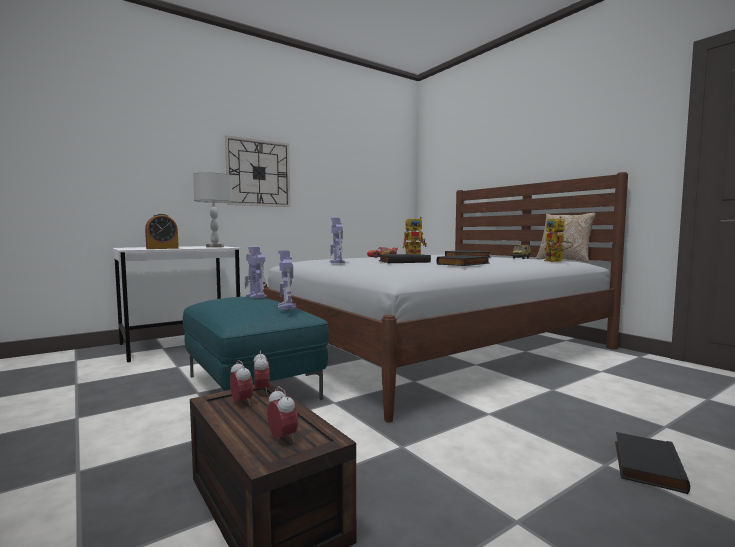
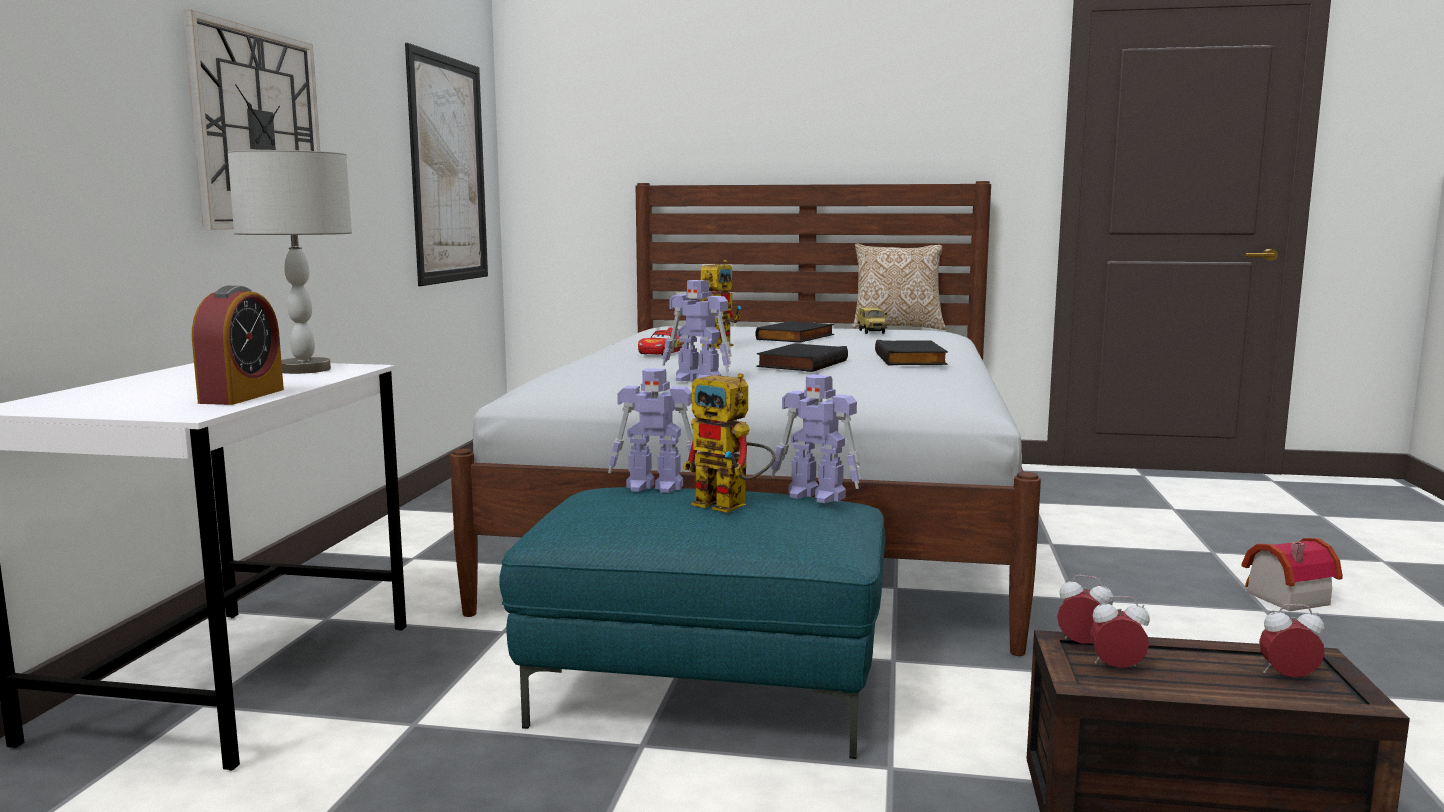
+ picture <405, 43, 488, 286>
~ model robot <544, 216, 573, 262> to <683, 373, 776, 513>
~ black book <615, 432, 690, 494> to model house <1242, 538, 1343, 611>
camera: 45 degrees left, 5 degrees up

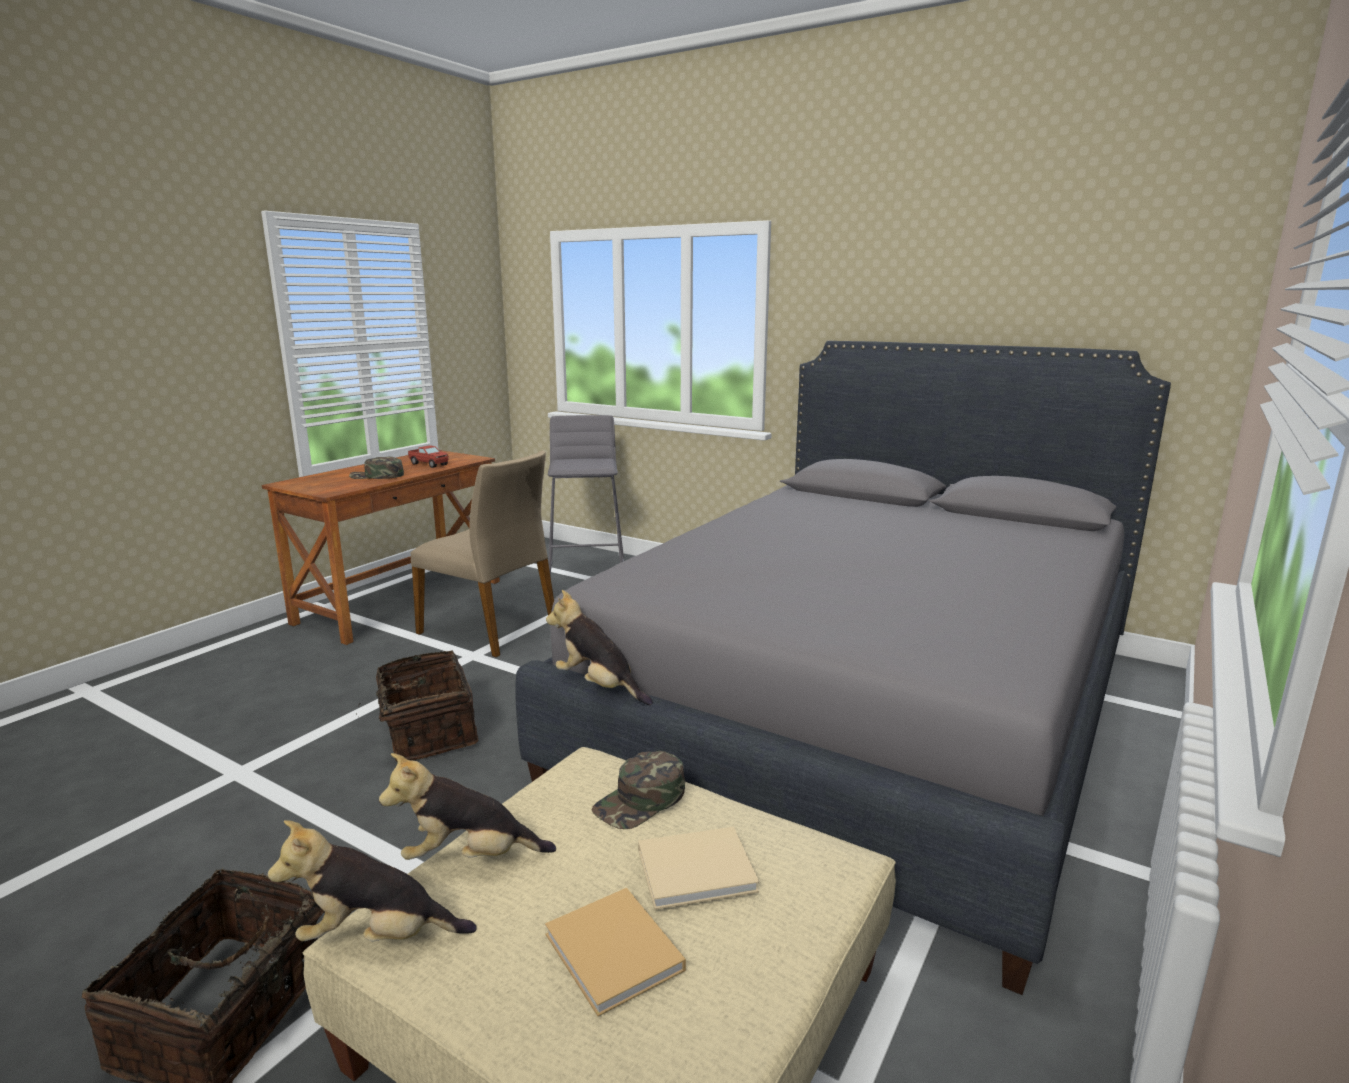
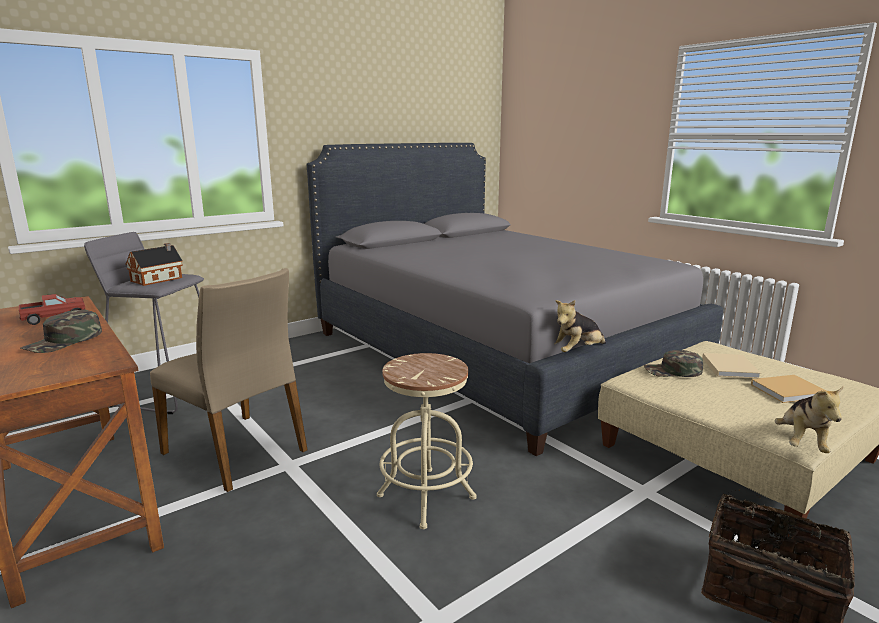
+ model house <126, 243, 183, 286>
~ sand-coloured chair <411, 450, 554, 657> = <150, 268, 307, 492> 75 degrees clockwise
~ household basket <356, 650, 478, 762> to sand-coloured stool seat <377, 353, 477, 529>
~ green cap <591, 751, 685, 829> = <644, 350, 703, 377> 120 degrees clockwise
- plush toy <379, 753, 556, 860>
camera: 70 degrees left, 0 degrees up

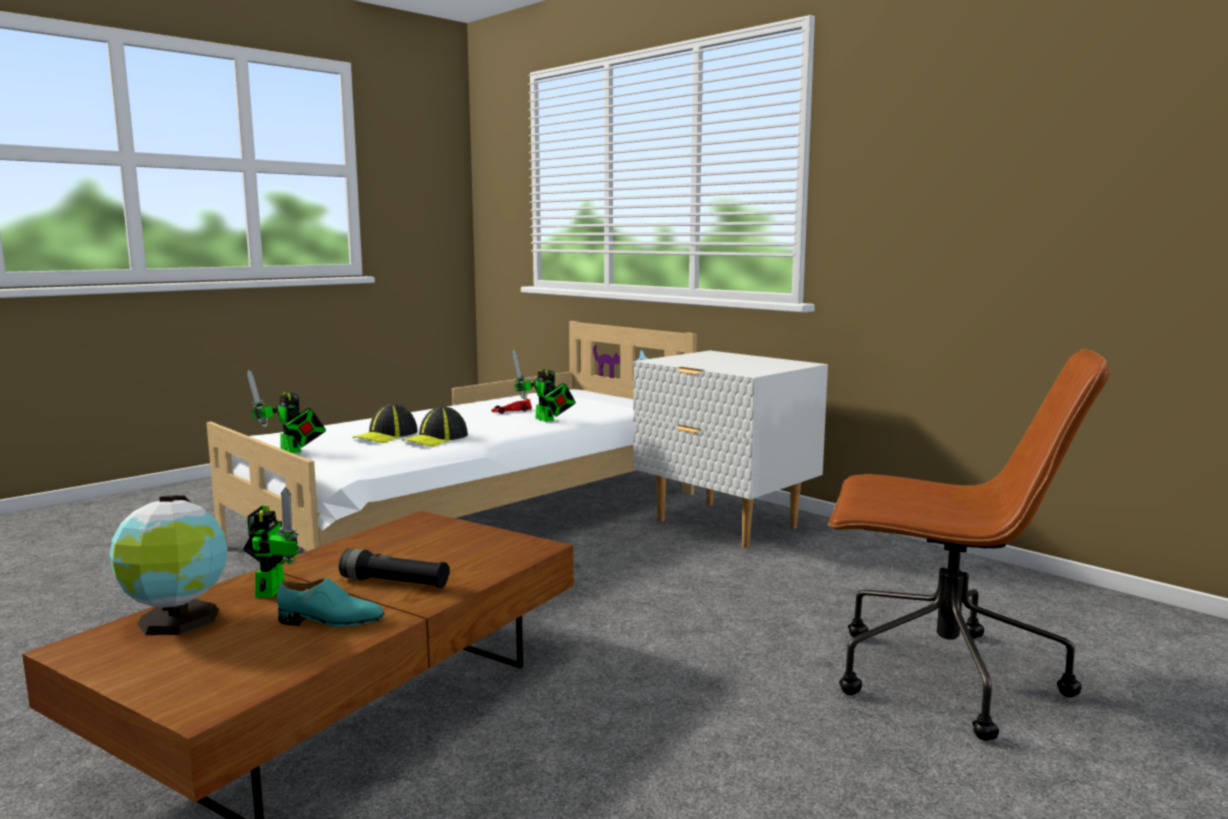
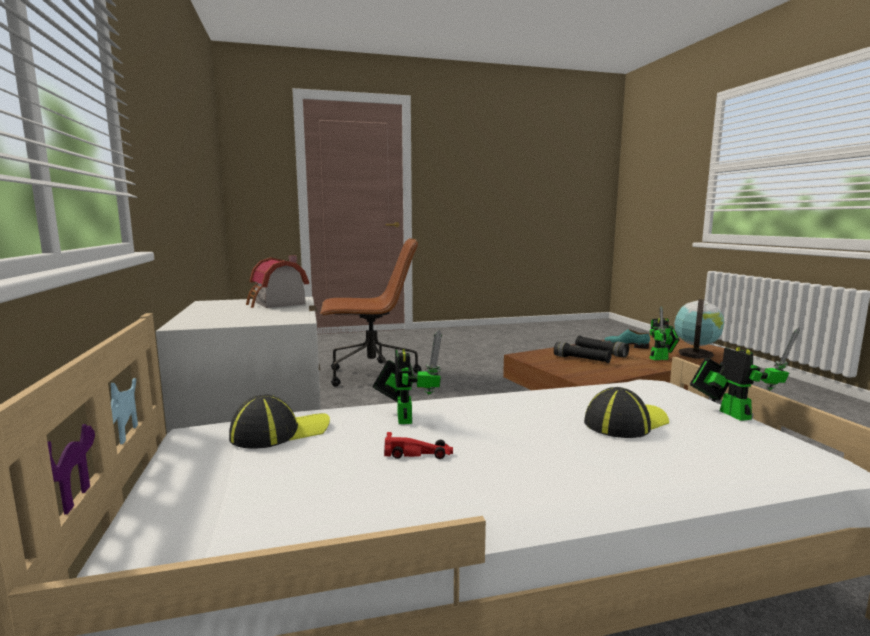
~ cap <402, 406, 468, 447> to <229, 394, 330, 449>
+ model house <246, 255, 309, 308>
~ brown-coloured computer chair <828, 349, 1110, 741> = <320, 238, 421, 387> 120 degrees clockwise
+ black torch <554, 342, 612, 363>
~ model robot <243, 487, 299, 598> = <650, 306, 680, 360> 135 degrees counterclockwise
camera: 150 degrees left, 0 degrees up

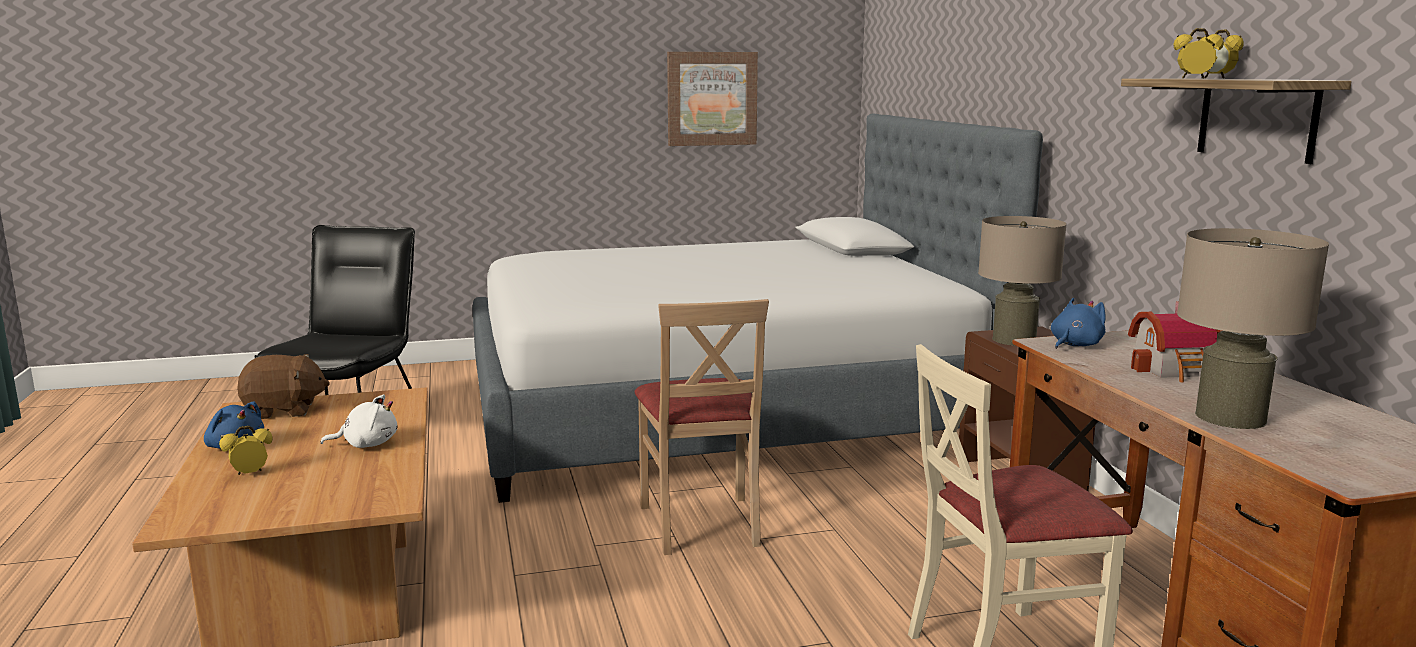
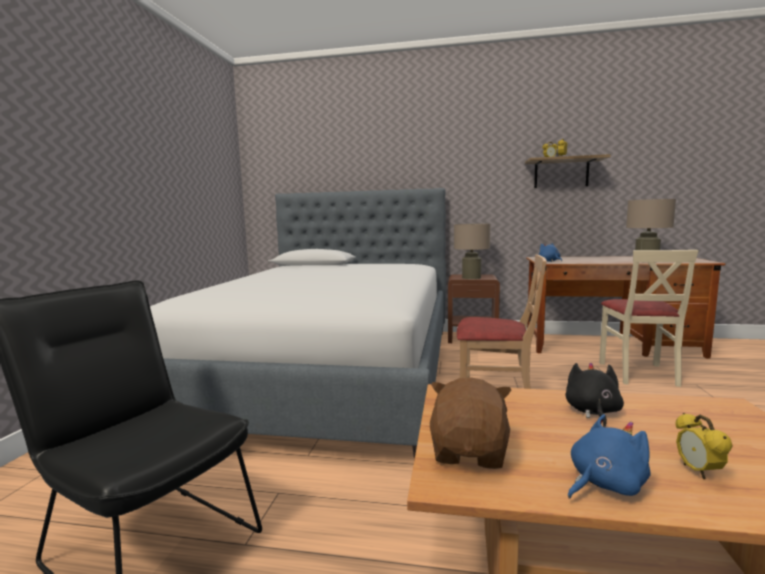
~ whitish plush toy <321, 395, 397, 448> to black plush toy <566, 362, 624, 427>
- picture <667, 52, 758, 146>
- model house <1128, 301, 1221, 382>
camera: 65 degrees left, 5 degrees down

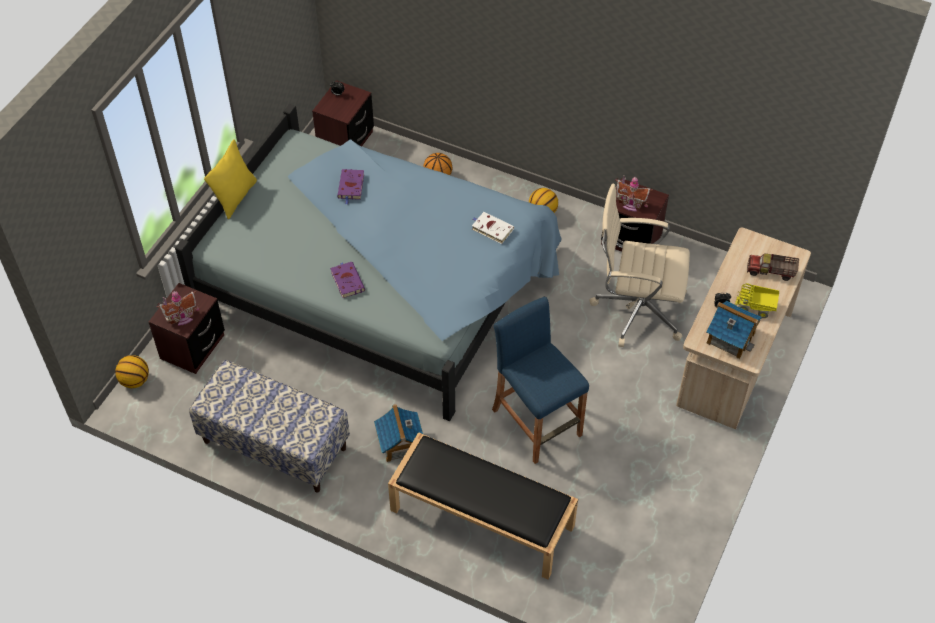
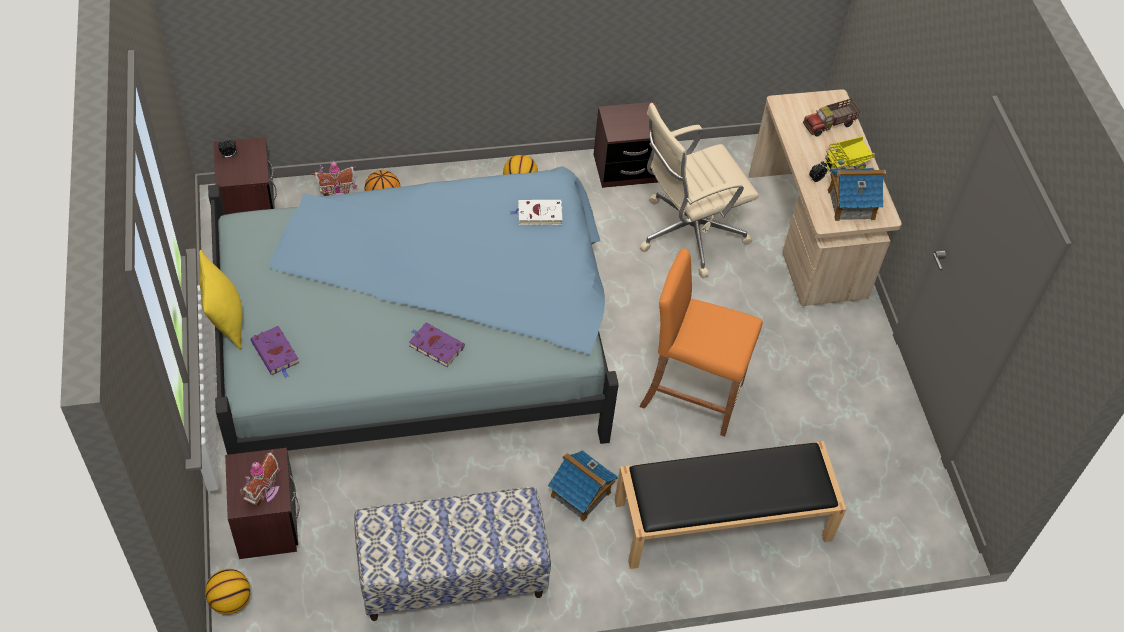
~ purplish book <337, 169, 364, 204> to <250, 326, 299, 378>
~ model house <615, 175, 653, 211> to <312, 161, 357, 196>
~ blue-coloured stool seat <492, 297, 589, 464> to orange-coloured stool seat <640, 248, 763, 437>
camera: 40 degrees left, 0 degrees up

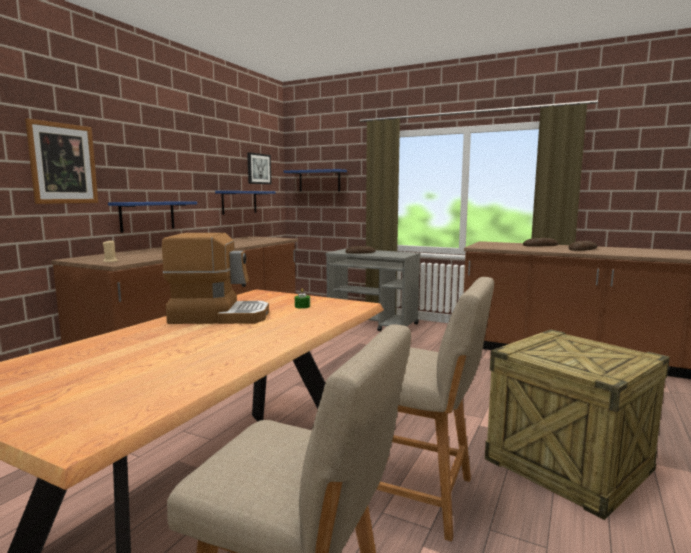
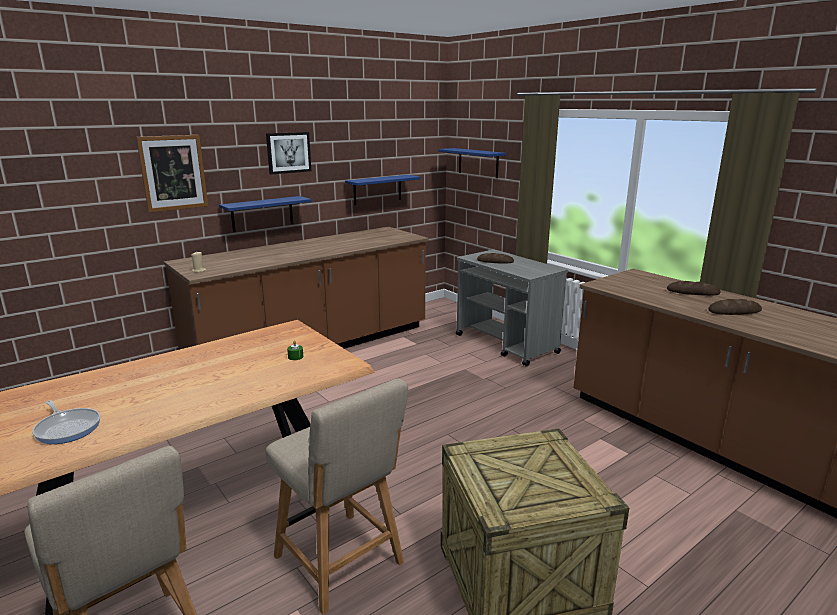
+ pan <32, 400, 100, 444>
~ picture <247, 152, 271, 184> to <266, 132, 311, 174>
- coffee brewer <162, 233, 269, 324>
camera: 25 degrees right, 10 degrees up

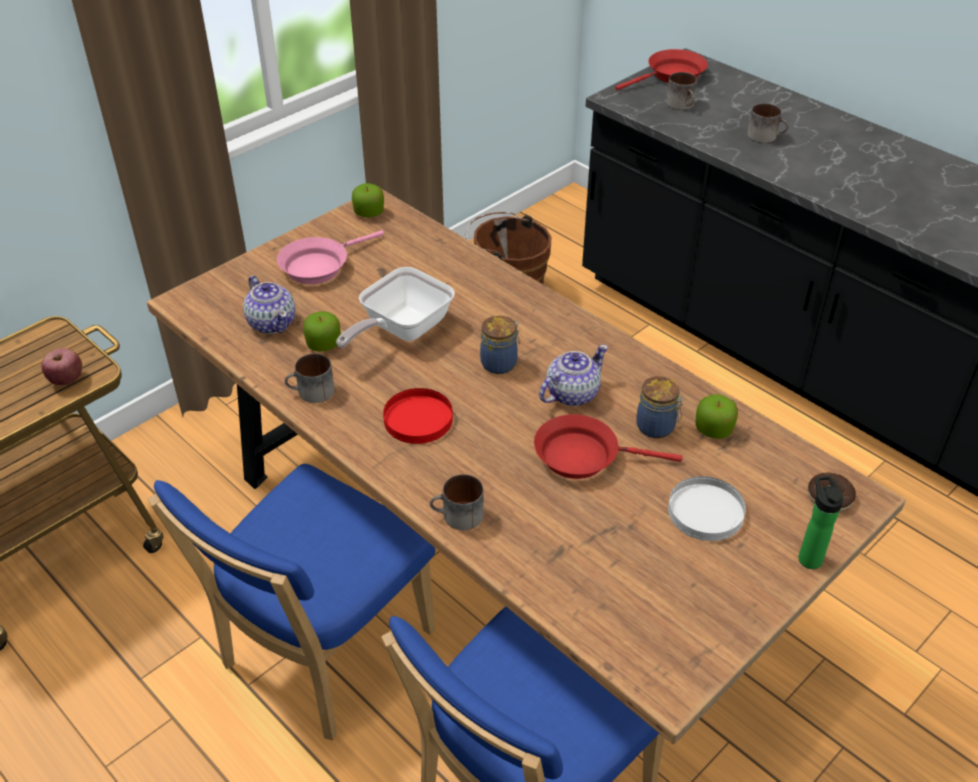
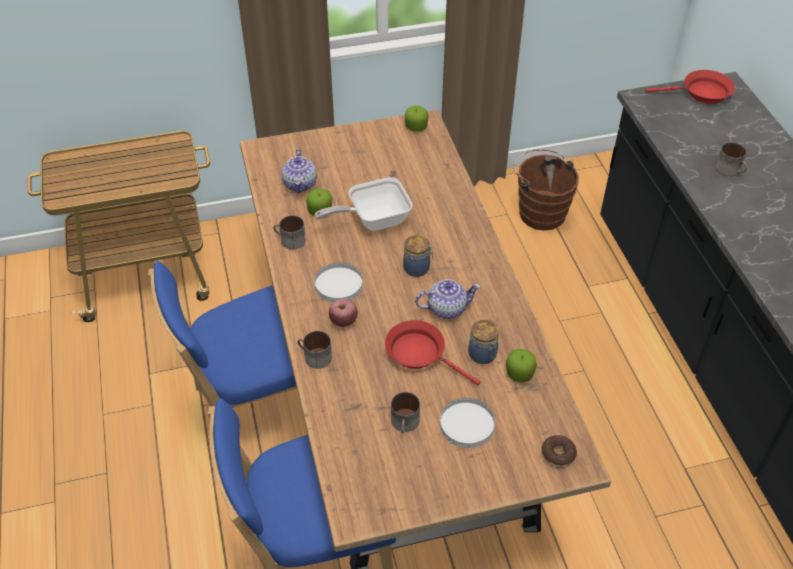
~ red-coloured dinner plate <383, 388, 453, 444> to whitish dinner plate <314, 263, 363, 303>
~ apple <41, 348, 82, 385> to <329, 299, 358, 327>
~ coffee mug <666, 72, 697, 110> to <391, 392, 420, 433>
- pink pan <277, 230, 384, 284>
- bottle <798, 476, 844, 569>
camera: 30 degrees right, 5 degrees up

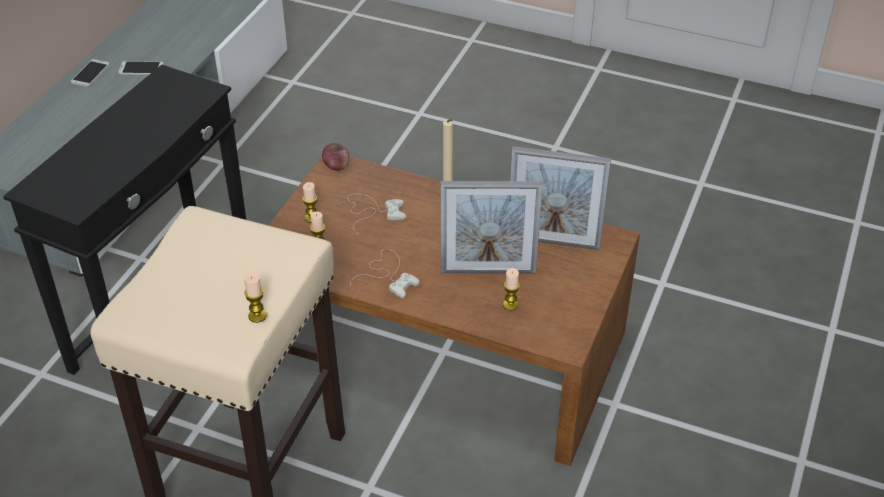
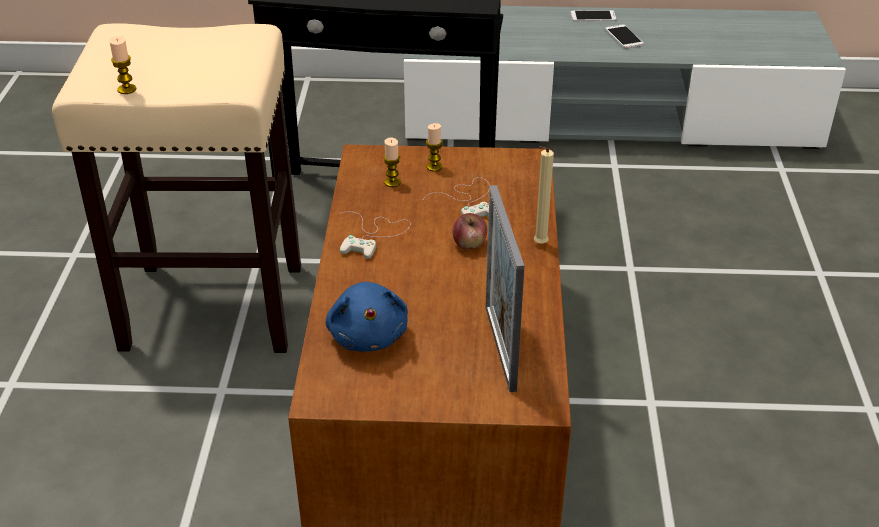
~ wax candle <503, 268, 520, 311> to blue-coloured plush toy <325, 282, 408, 352>
~ apple <322, 143, 349, 171> to <453, 213, 487, 250>
- photo frame <440, 181, 543, 274>
camera: 70 degrees right, 5 degrees down

